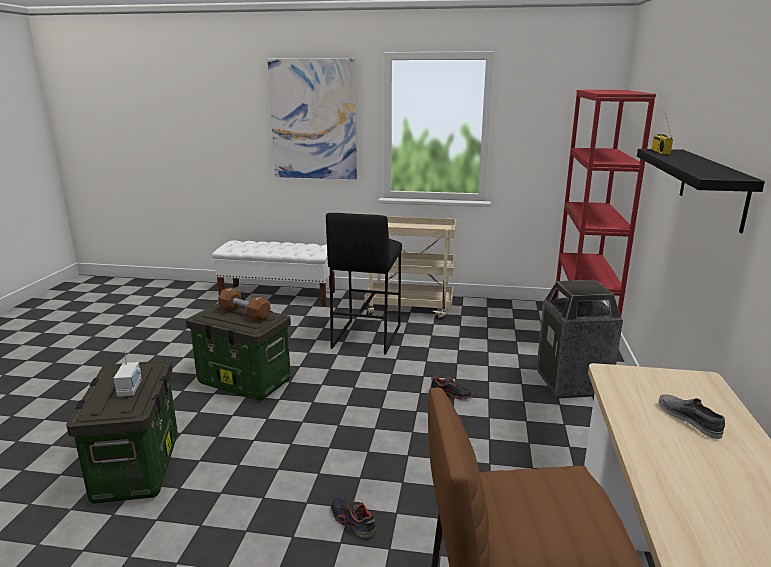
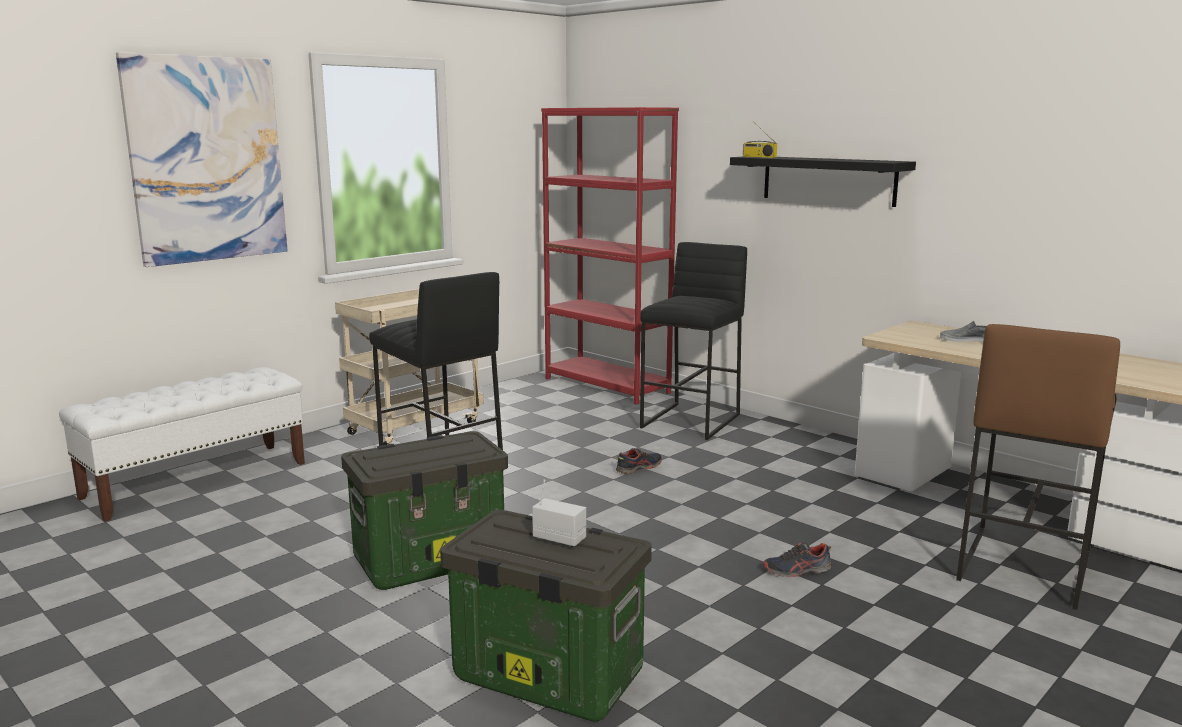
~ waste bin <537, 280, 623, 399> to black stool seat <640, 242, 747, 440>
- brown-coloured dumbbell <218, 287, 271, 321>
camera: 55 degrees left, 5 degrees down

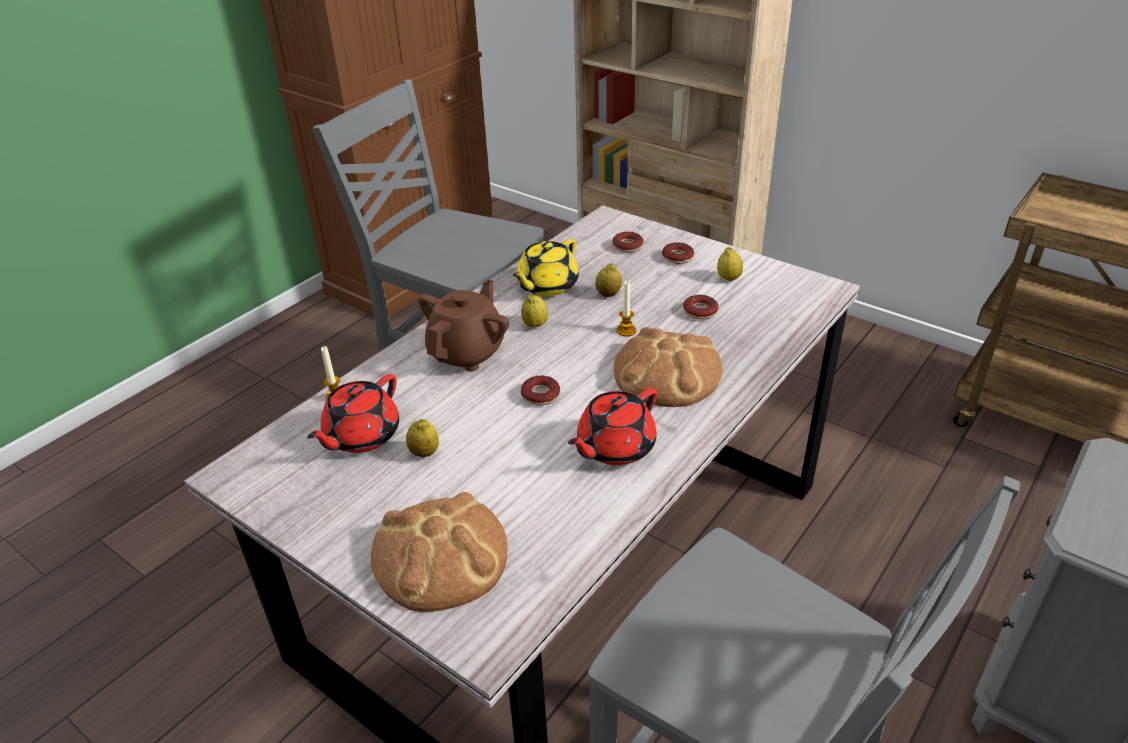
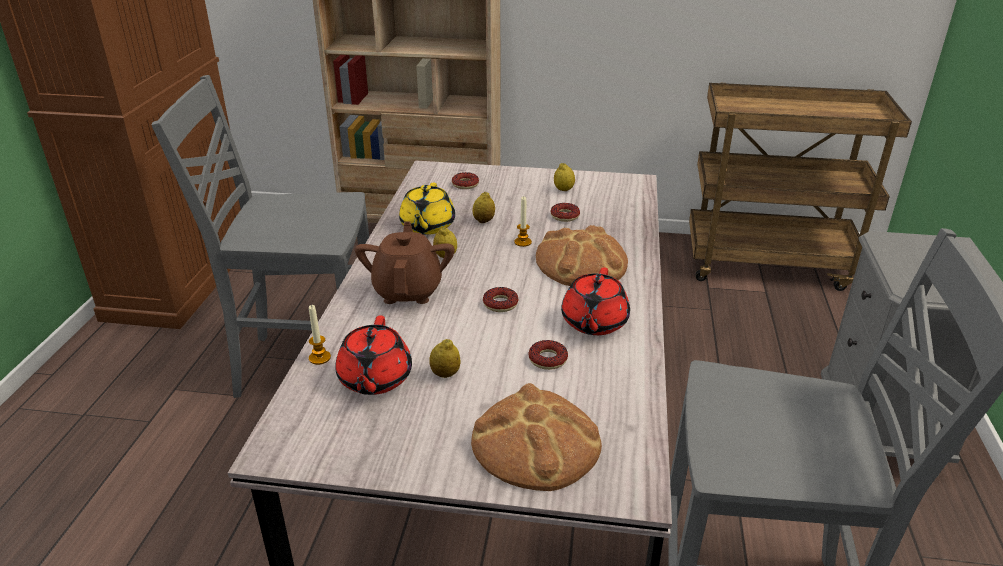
~ ring doughnut <662, 242, 694, 264> to <528, 340, 568, 370>
camera: 30 degrees left, 5 degrees down

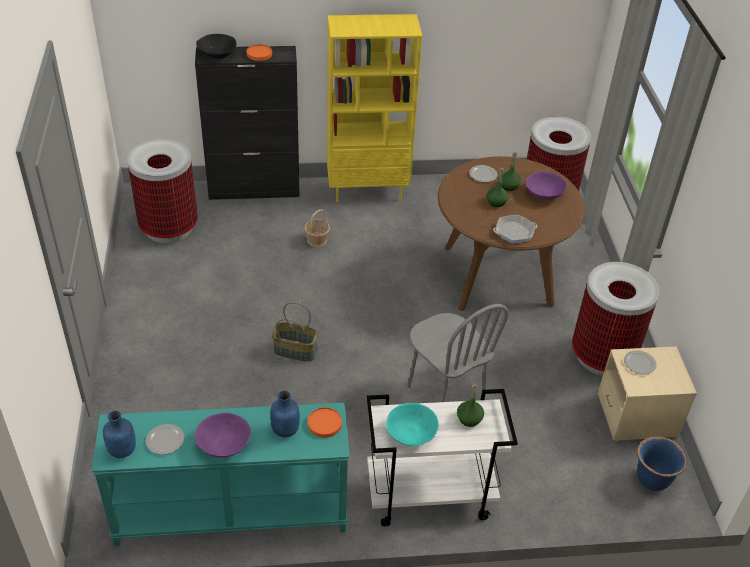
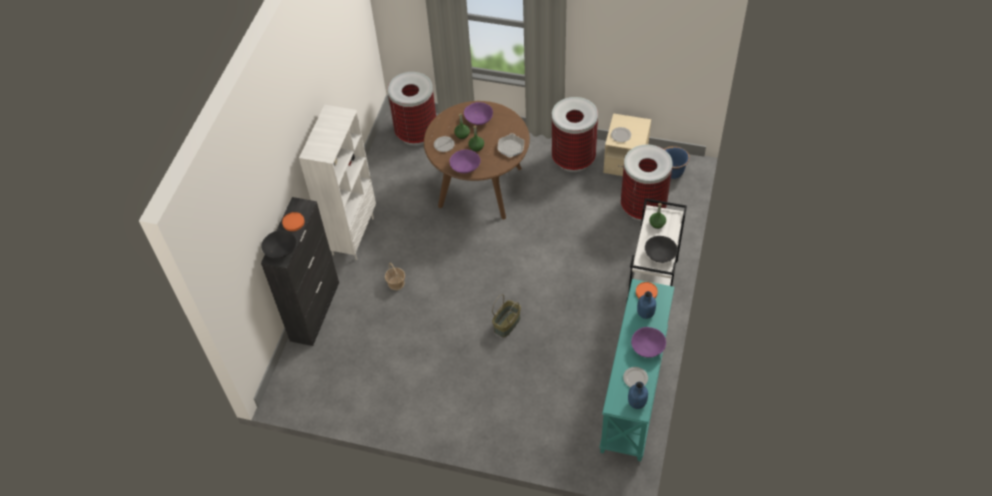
~ yellow bookcase <327, 14, 422, 202> to whitish bookcase <299, 105, 376, 260>
+ purplish serving bowl <450, 150, 481, 173>
~ waste bin <127, 139, 198, 243> to <621, 144, 673, 221>
~ turquoise-coloured serving bowl <386, 403, 439, 446> to black serving bowl <645, 236, 678, 263>
- gray chair <408, 304, 509, 402>
camera: 65 degrees left, 10 degrees up

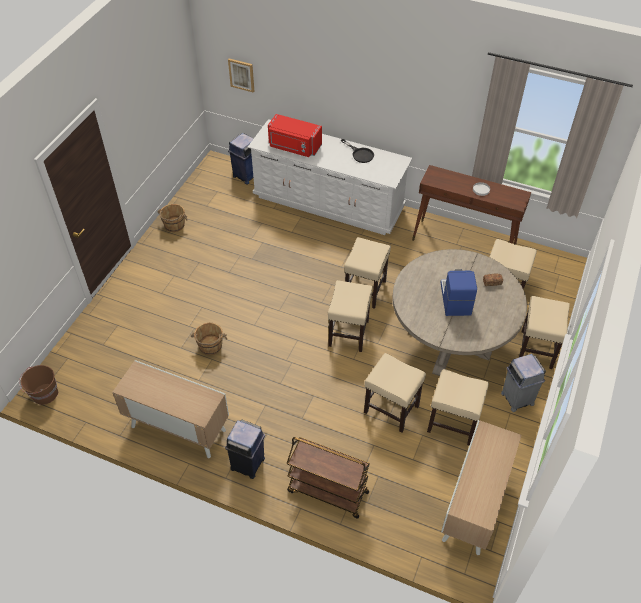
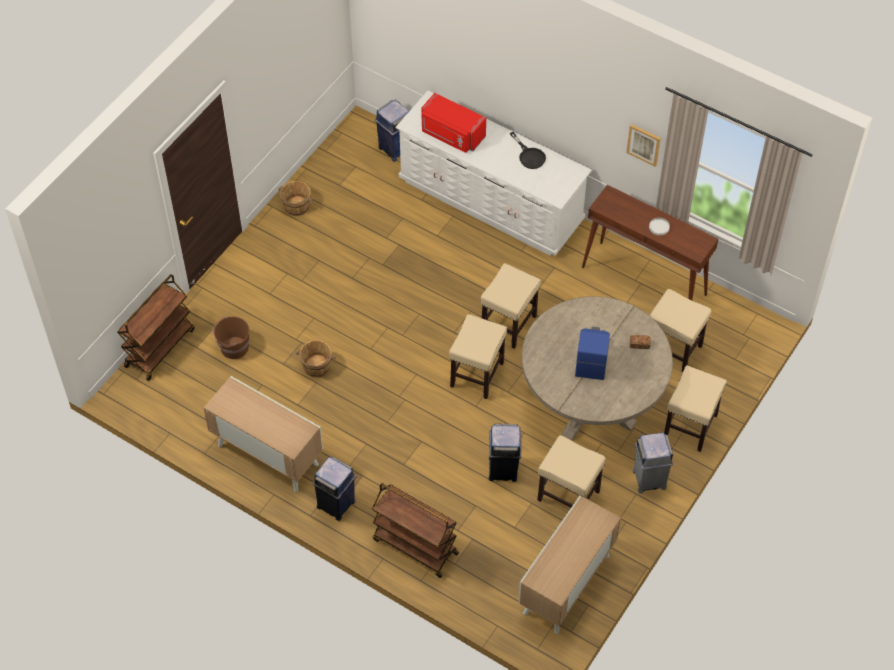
+ brown-coloured cart <117, 274, 195, 381>
~ brown-coloured bucket <19, 365, 58, 405> to <212, 316, 250, 359>
~ sand-coloured stool seat <364, 353, 426, 433> to blue-coloured waste bin <489, 424, 521, 482>
~ picture <228, 58, 254, 92> to <626, 124, 661, 167>
camera: 10 degrees right, 5 degrees up

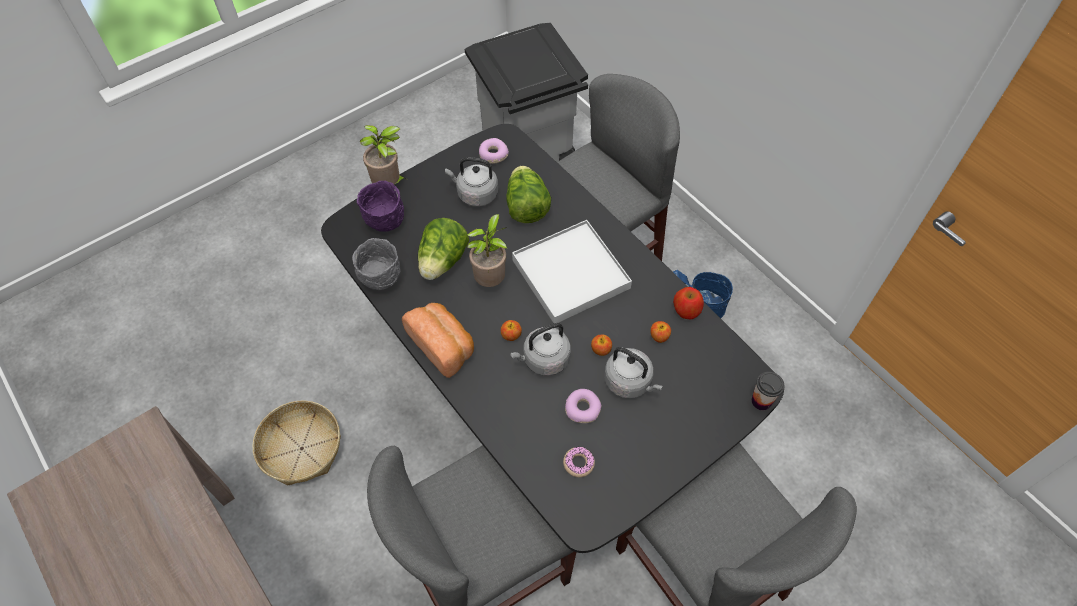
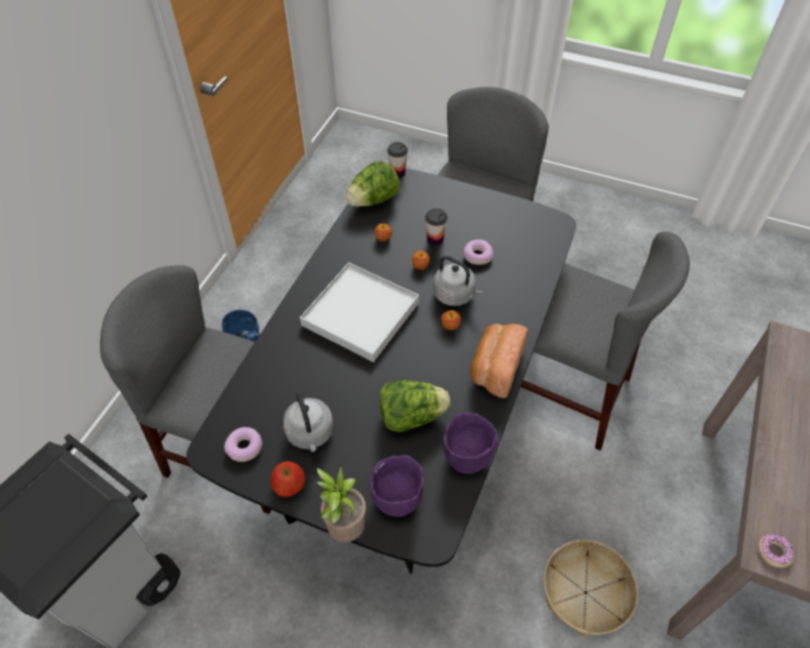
~ apple <673, 287, 704, 319> to <271, 461, 305, 497>
~ lettuce head <506, 166, 551, 223> to <346, 161, 400, 207>
~ gray kettle <604, 347, 662, 398> to drinking cup <425, 208, 448, 246>
~ gray serving bowl <352, 238, 401, 290> to purplish serving bowl <444, 412, 498, 474>
~ ring doughnut <563, 447, 595, 477> to <758, 534, 794, 568>
- plant in a pot <467, 214, 507, 287>
camera: 120 degrees left, 5 degrees down

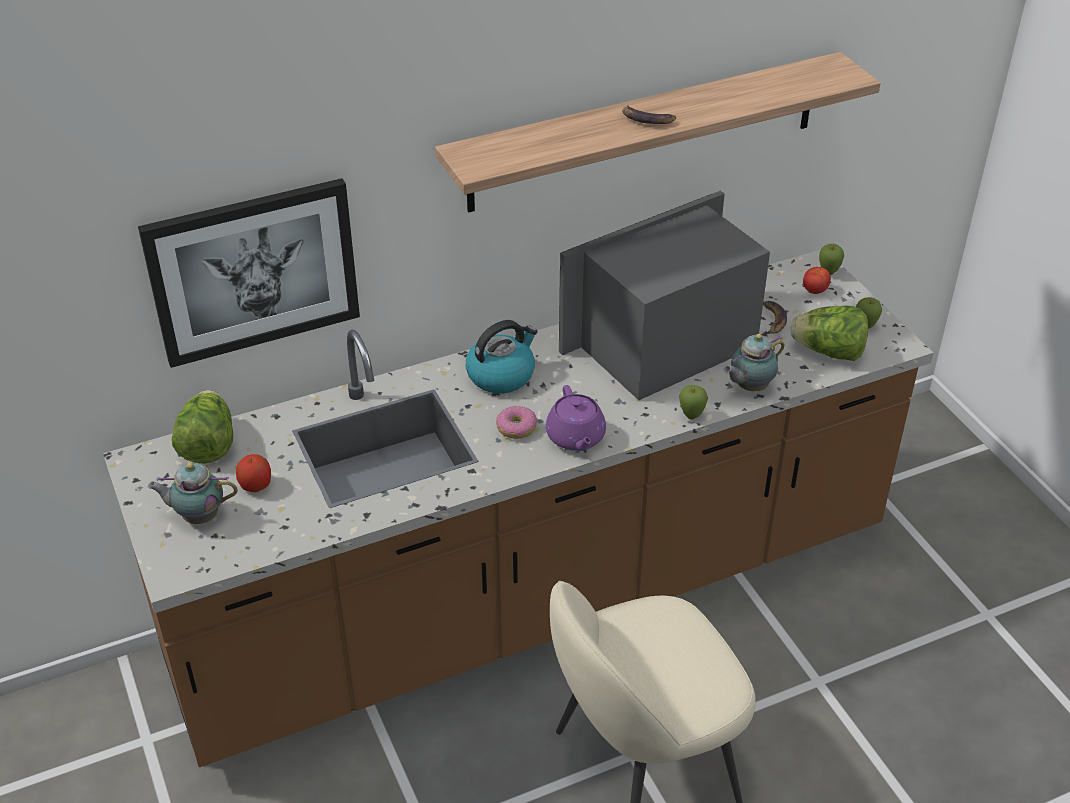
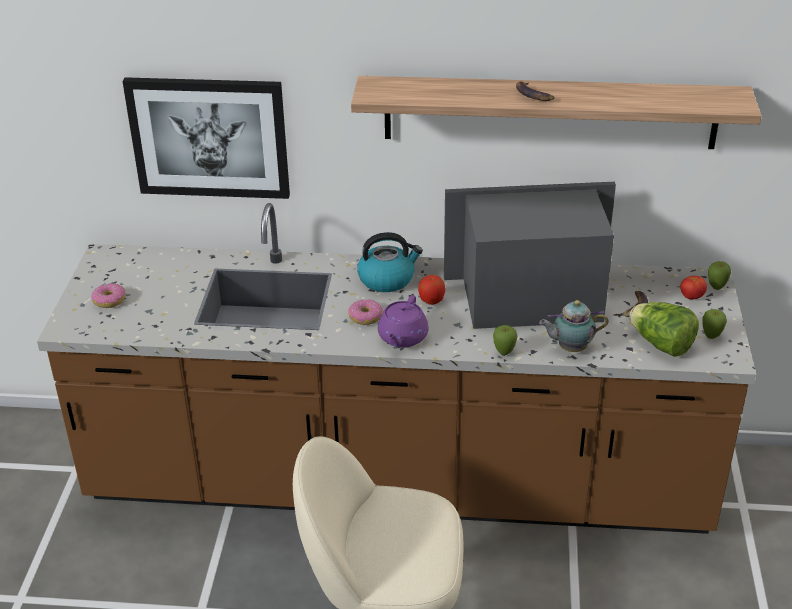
~ pot for tea <148, 463, 238, 524> to ring doughnut <91, 283, 126, 308>
~ apple <236, 454, 271, 492> to <418, 275, 445, 305>
- lettuce head <172, 390, 233, 464>
camera: 30 degrees right, 5 degrees down

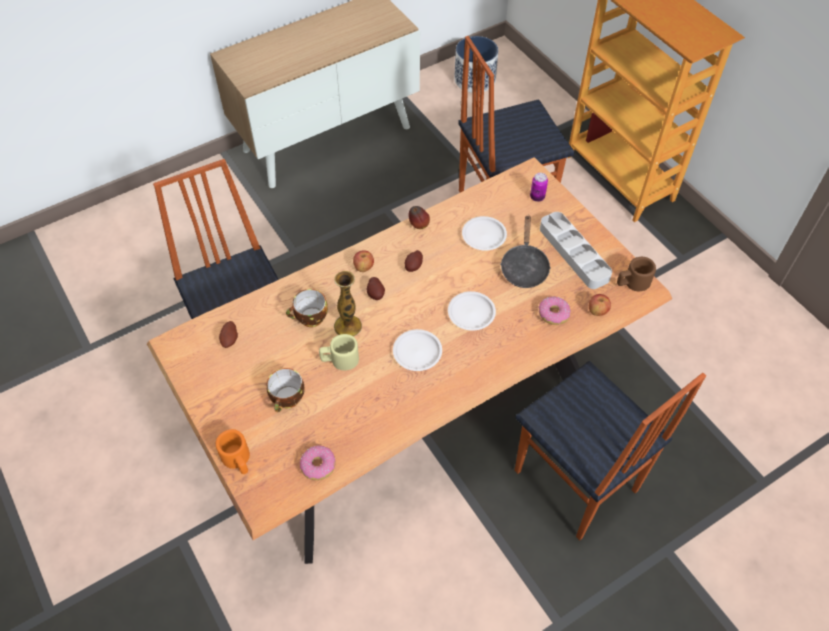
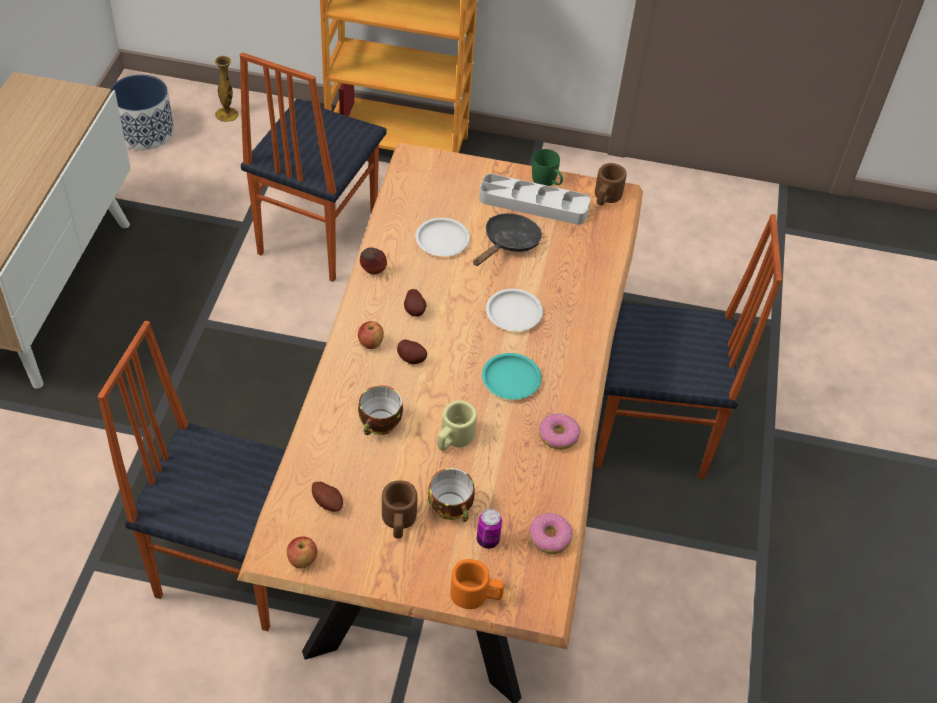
~ flower vase <334, 271, 362, 337> to <215, 56, 238, 122>
~ apple <589, 294, 611, 316> to <287, 536, 317, 569>
+ brown-coloured coffee mug <382, 480, 418, 539>
~ black pan <500, 215, 551, 288> = <473, 213, 542, 266> 105 degrees counterclockwise
~ metal can <530, 173, 548, 202> to <477, 509, 502, 549>
~ whitish dinner plate <393, 329, 442, 371> to turquoise-coloured dinner plate <482, 353, 542, 400>
+ green coffee mug <532, 149, 563, 186>
~ ring doughnut <538, 296, 571, 325> to <539, 413, 580, 450>
camera: 50 degrees left, 5 degrees down

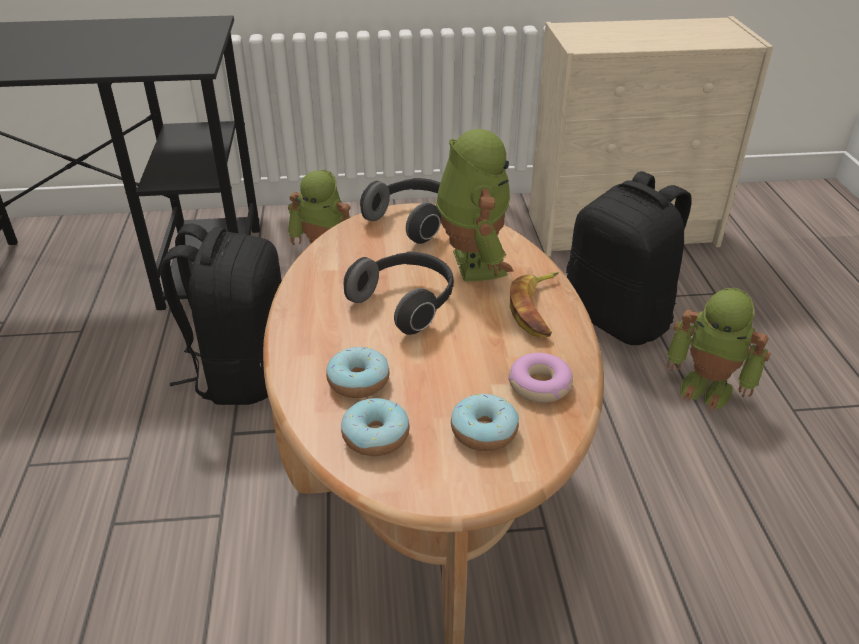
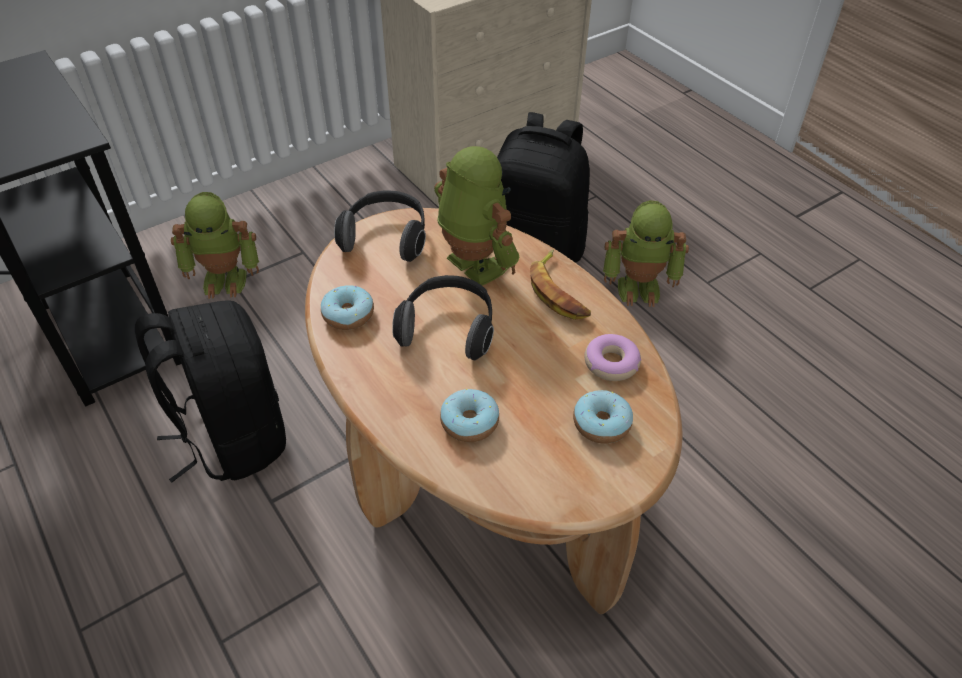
~ ring doughnut <341, 398, 409, 456> to <321, 285, 374, 330>
camera: 30 degrees left, 10 degrees up

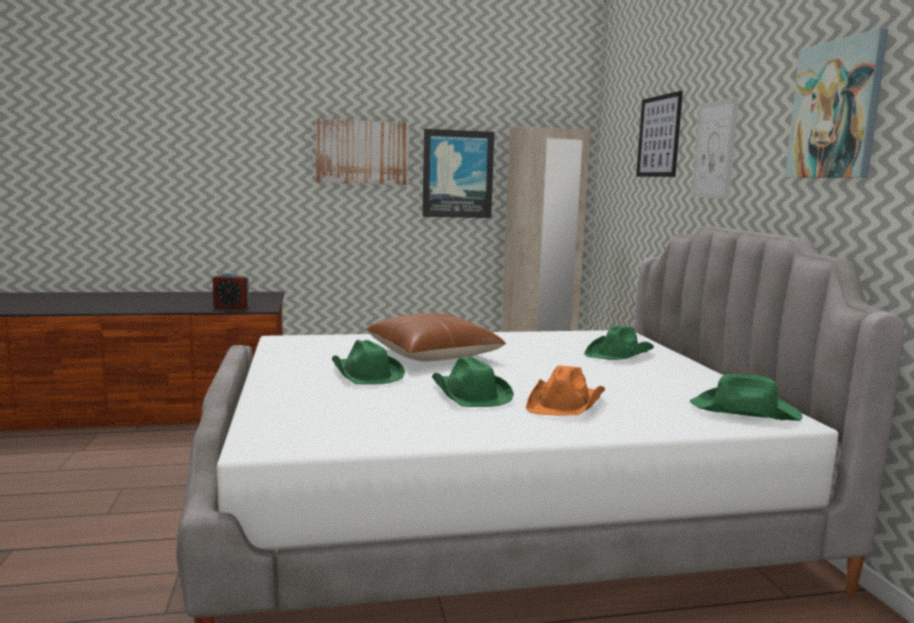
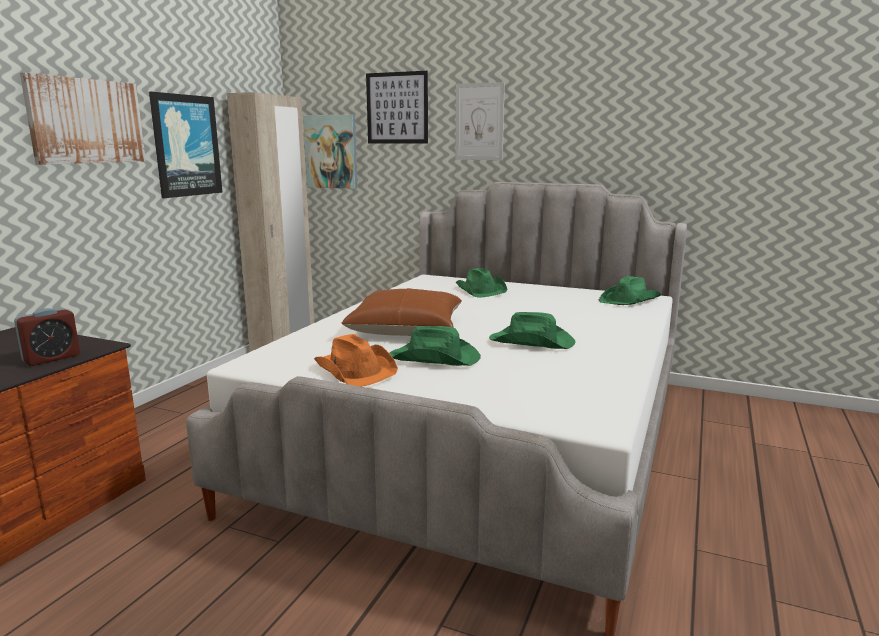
~ picture <785, 28, 888, 178> to <303, 114, 357, 189>
~ orange-coloured hat <526, 365, 605, 416> to <314, 334, 398, 387>
camera: 55 degrees left, 5 degrees up

